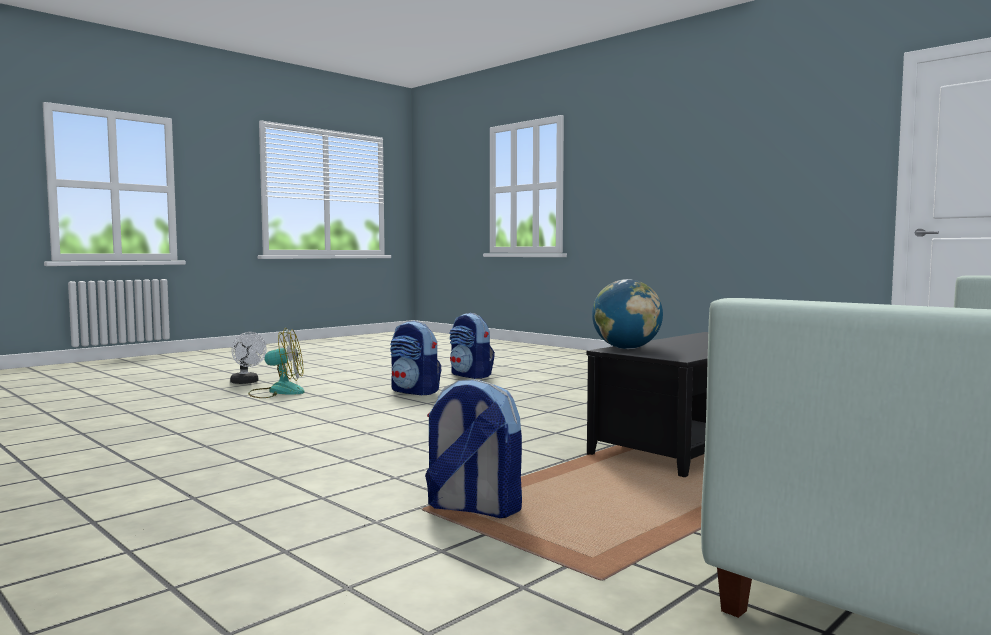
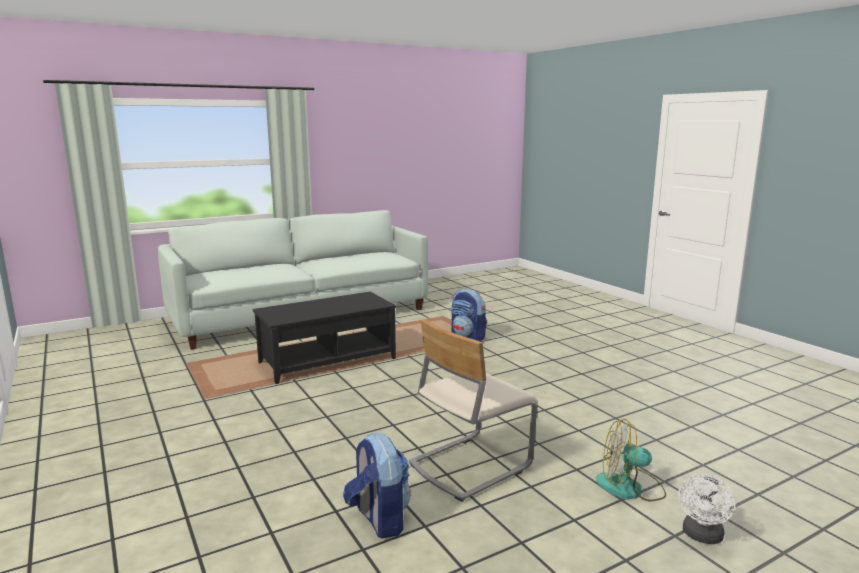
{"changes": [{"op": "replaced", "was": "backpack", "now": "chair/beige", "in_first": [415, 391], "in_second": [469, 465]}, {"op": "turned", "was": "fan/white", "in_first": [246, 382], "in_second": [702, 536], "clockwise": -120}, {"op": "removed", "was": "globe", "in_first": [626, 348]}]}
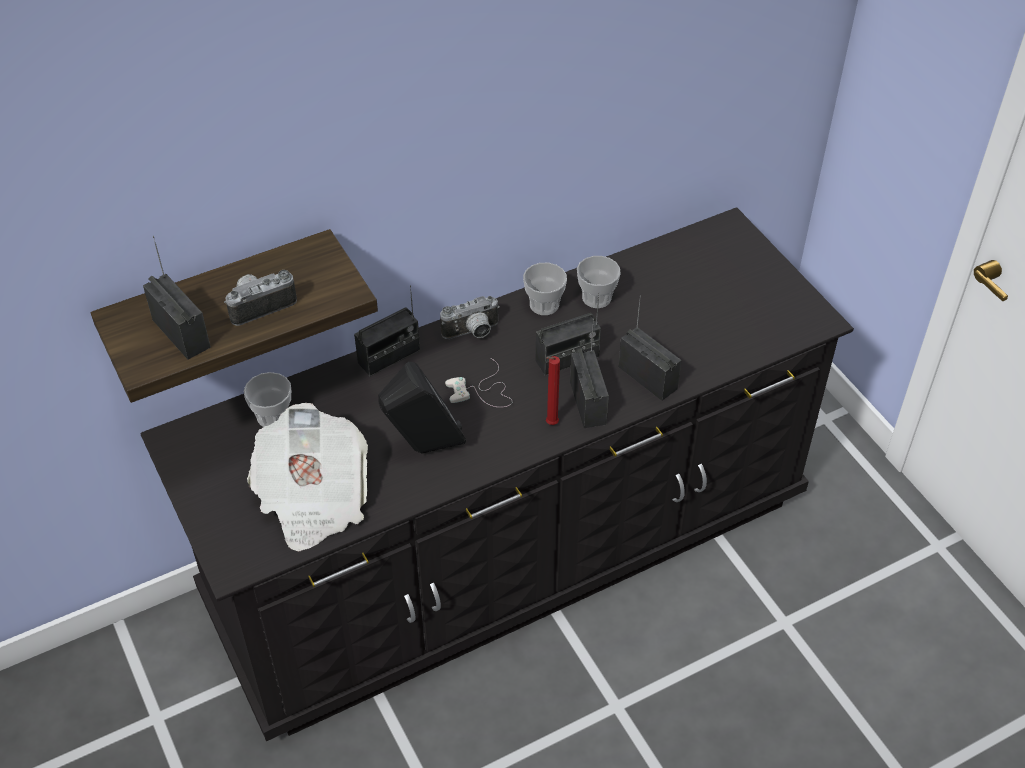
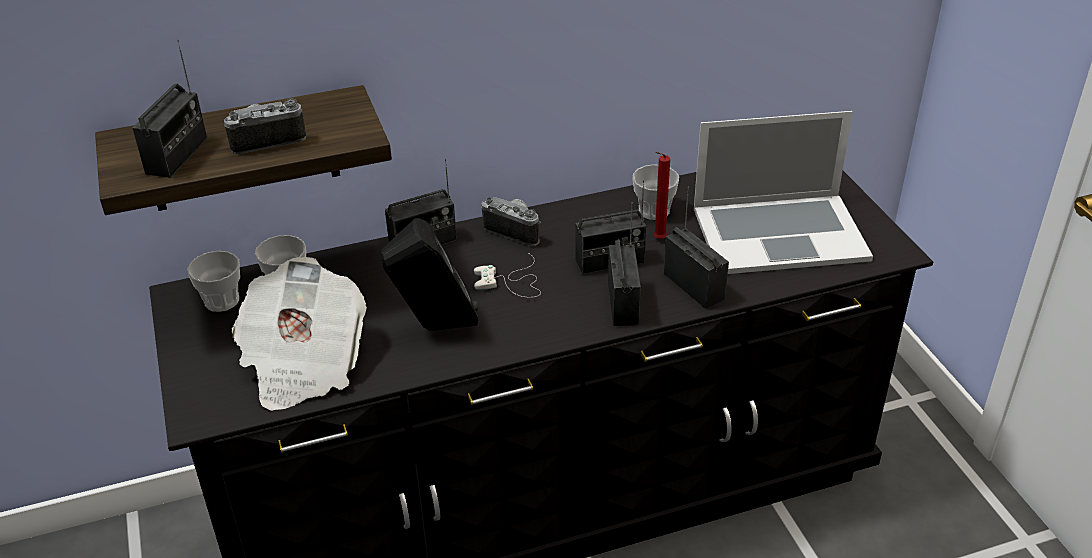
{"changes": [{"op": "turned", "was": "radio", "in_first": [181, 333], "in_second": [177, 156], "clockwise": 45}, {"op": "moved", "was": "cup", "in_first": [544, 305], "in_second": [222, 301]}, {"op": "turned", "was": "photo camera", "in_first": [472, 333], "in_second": [515, 230], "clockwise": -135}, {"op": "moved", "was": "candle/red", "in_first": [550, 424], "in_second": [657, 239]}, {"op": "added", "now": "laptop", "in_second": [779, 233]}]}
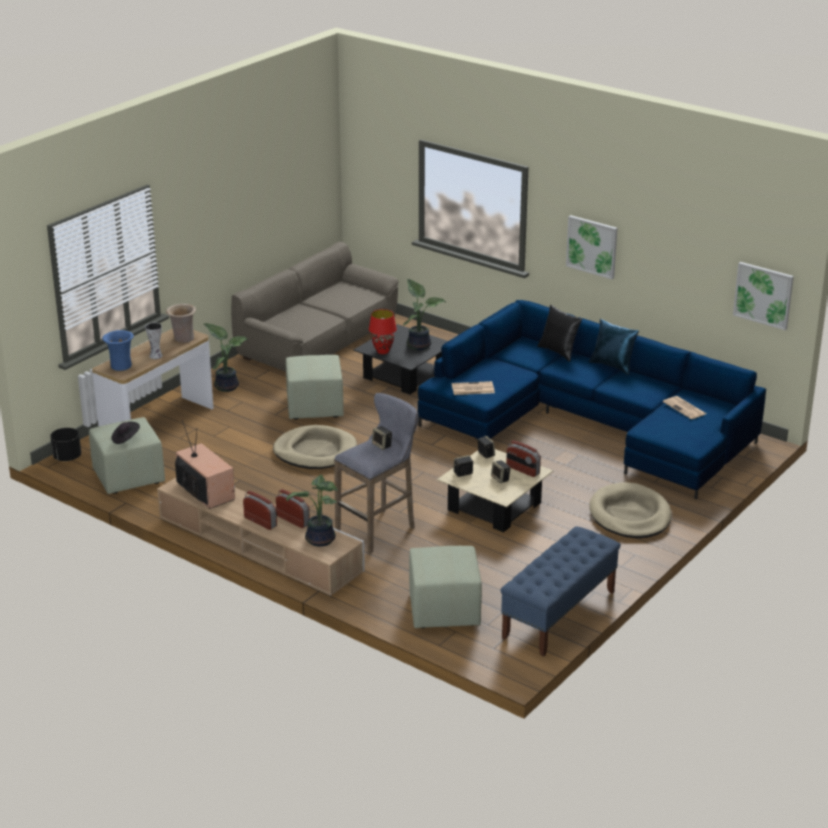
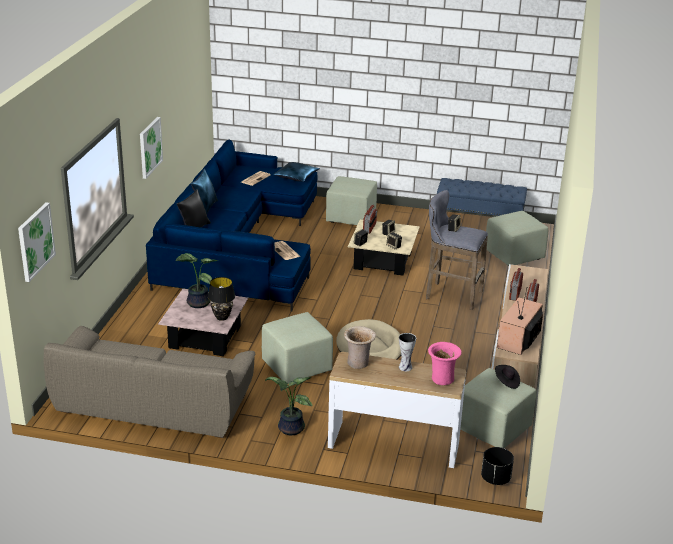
{"changes": [{"op": "moved", "was": "picture", "in_first": [763, 295], "in_second": [35, 241]}, {"op": "recoloured", "was": "coffee table/black", "now": "coffee table/pink", "in_first": [404, 375], "in_second": [205, 337]}, {"op": "recoloured", "was": "table lamp/red", "now": "table lamp/black", "in_first": [383, 351], "in_second": [222, 317]}, {"op": "added", "now": "pillow/blue", "in_second": [296, 176]}, {"op": "replaced", "was": "dog bed/beige", "now": "ottoman/green", "in_first": [630, 515], "in_second": [351, 217]}, {"op": "recoloured", "was": "vase/blue", "now": "vase/pink", "in_first": [120, 366], "in_second": [442, 380]}, {"op": "removed", "was": "potted plant", "in_first": [319, 540]}]}
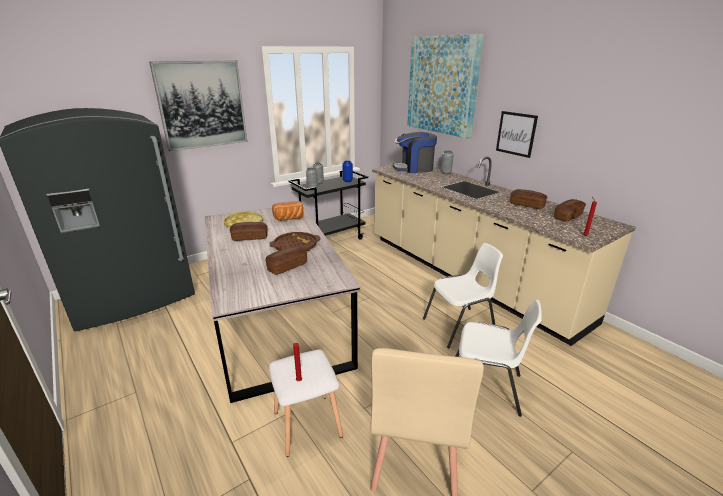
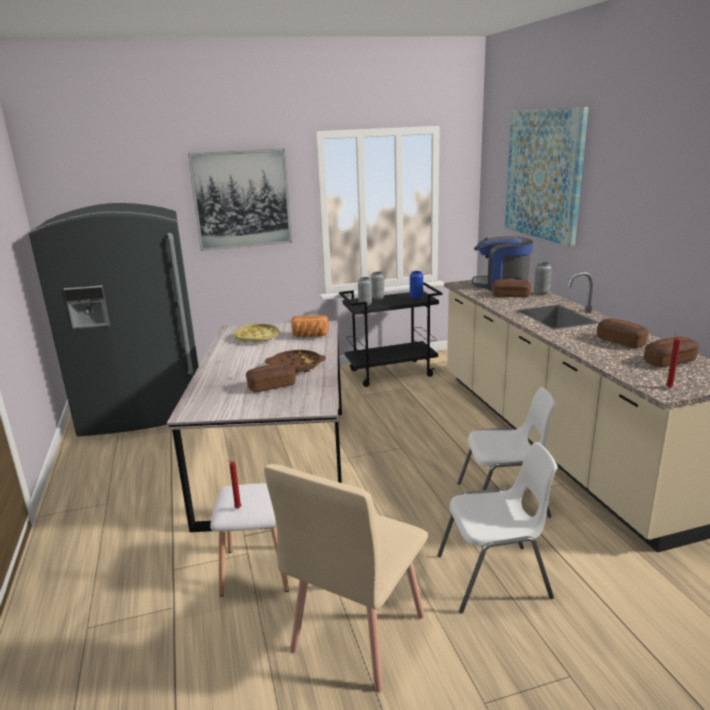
{"changes": [{"op": "turned", "was": "chair/white", "in_first": [485, 387], "in_second": [495, 577], "clockwise": -45}, {"op": "moved", "was": "bread", "in_first": [250, 237], "in_second": [510, 295]}, {"op": "removed", "was": "picture", "in_first": [516, 134]}]}
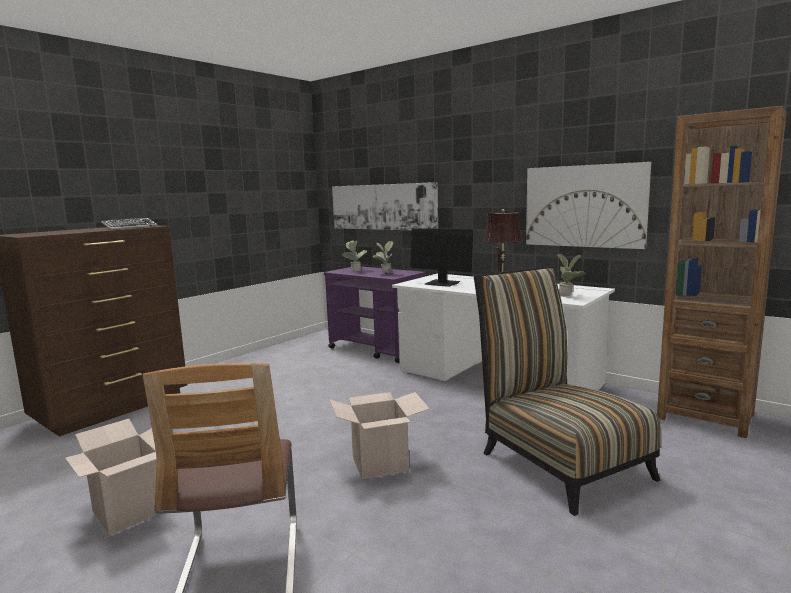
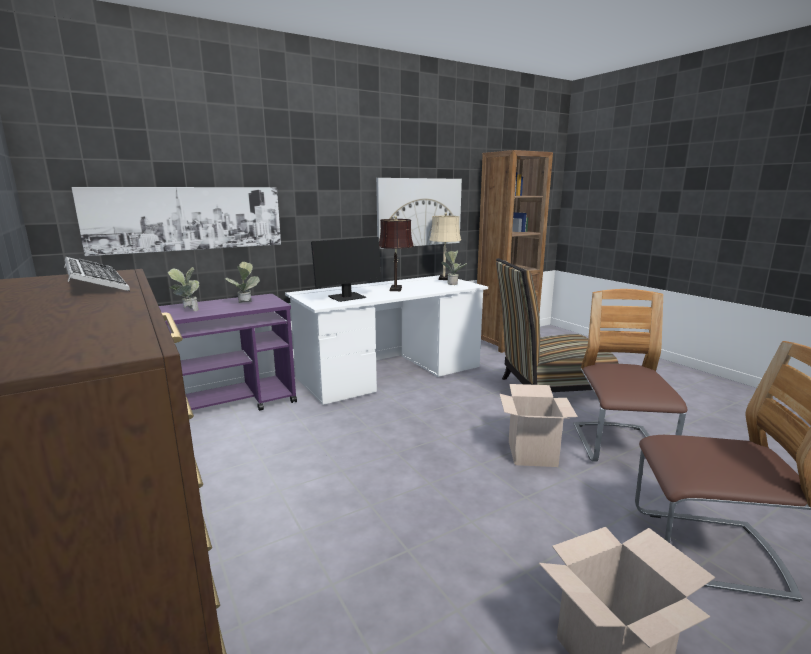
{"changes": [{"op": "added", "now": "table lamp/beige", "in_second": [444, 278]}, {"op": "added", "now": "chair", "in_second": [619, 446]}]}
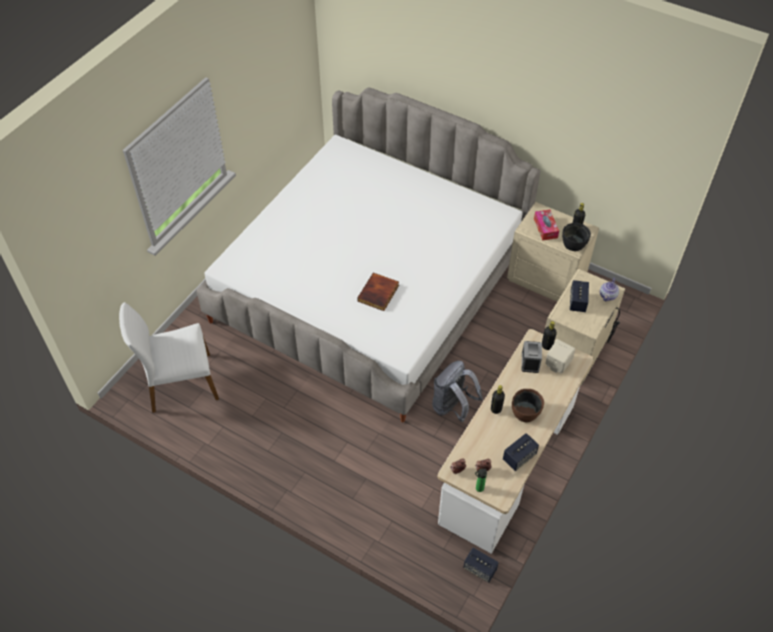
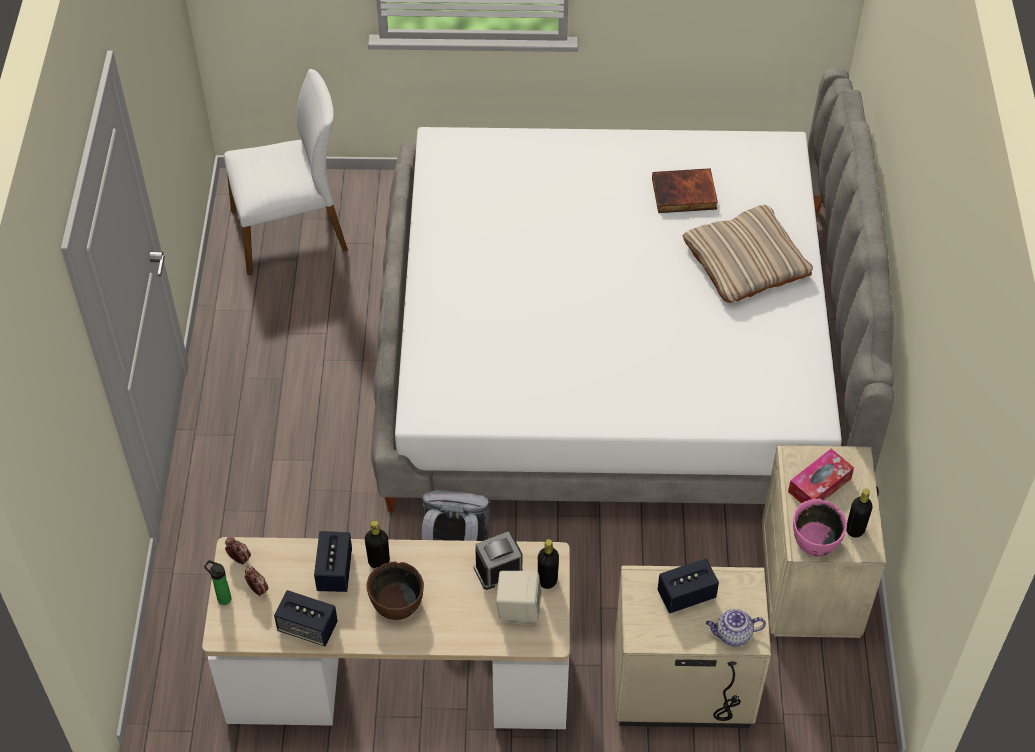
{"changes": [{"op": "turned", "was": "chair/white", "in_first": [180, 383], "in_second": [291, 231], "clockwise": 120}, {"op": "moved", "was": "speaker", "in_first": [480, 569], "in_second": [334, 571]}, {"op": "moved", "was": "book", "in_first": [379, 294], "in_second": [683, 195]}, {"op": "added", "now": "pillow/beige", "in_second": [746, 260]}, {"op": "recoloured", "was": "bowl/black", "now": "bowl/pink", "in_first": [574, 244], "in_second": [815, 540]}]}
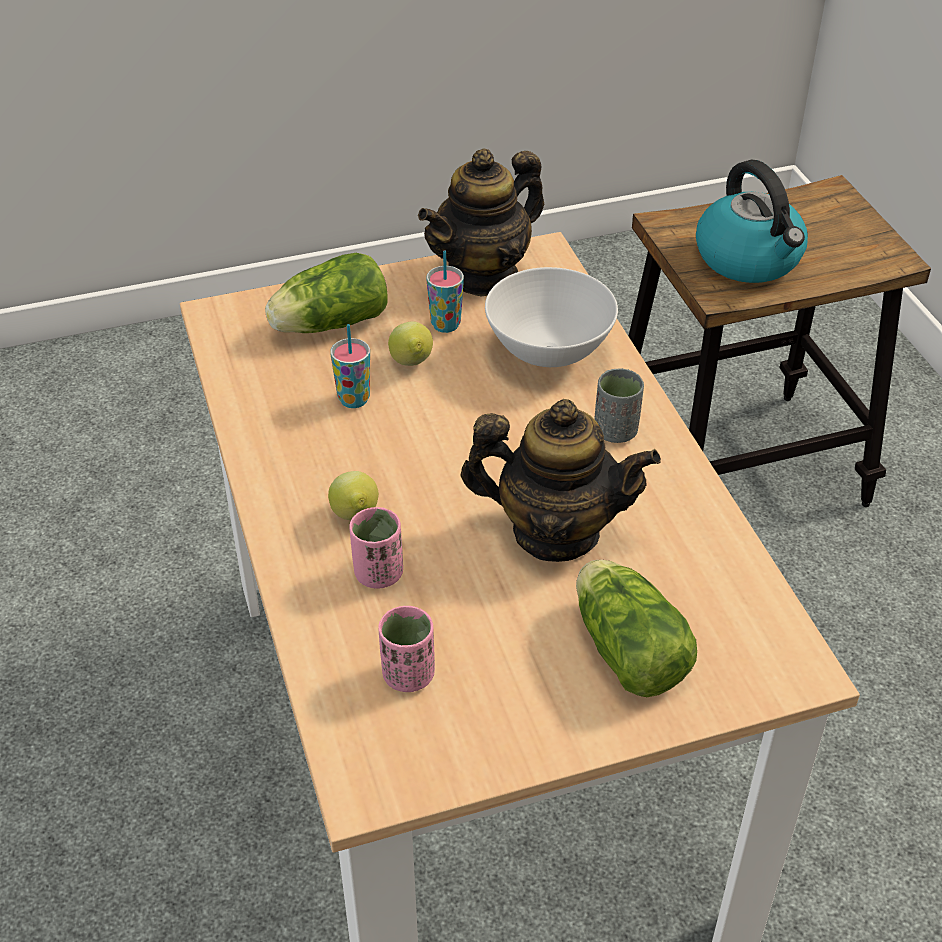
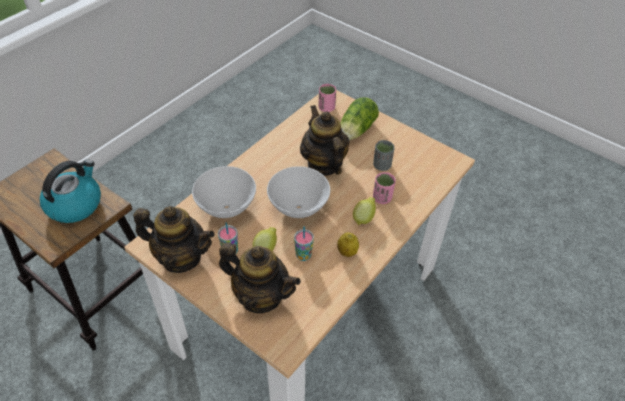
{"changes": [{"op": "replaced", "was": "lettuce", "now": "teapot", "in_first": [327, 324], "in_second": [261, 296]}, {"op": "added", "now": "bowl/white", "in_second": [298, 208]}, {"op": "moved", "was": "cup/pink", "in_first": [408, 674], "in_second": [326, 108]}, {"op": "added", "now": "lemon", "in_second": [347, 252]}, {"op": "moved", "was": "cup/grey", "in_first": [615, 431], "in_second": [382, 165]}]}
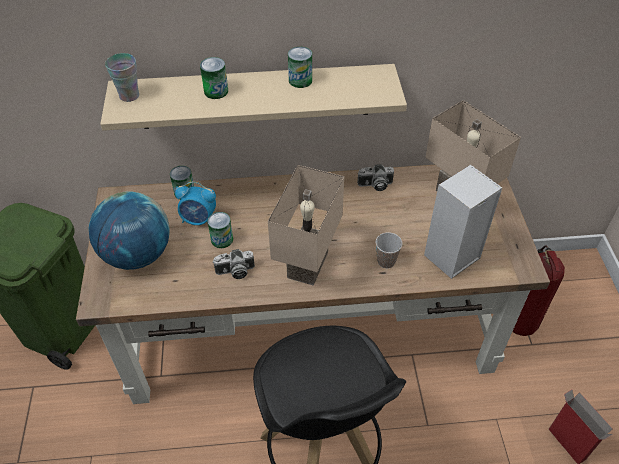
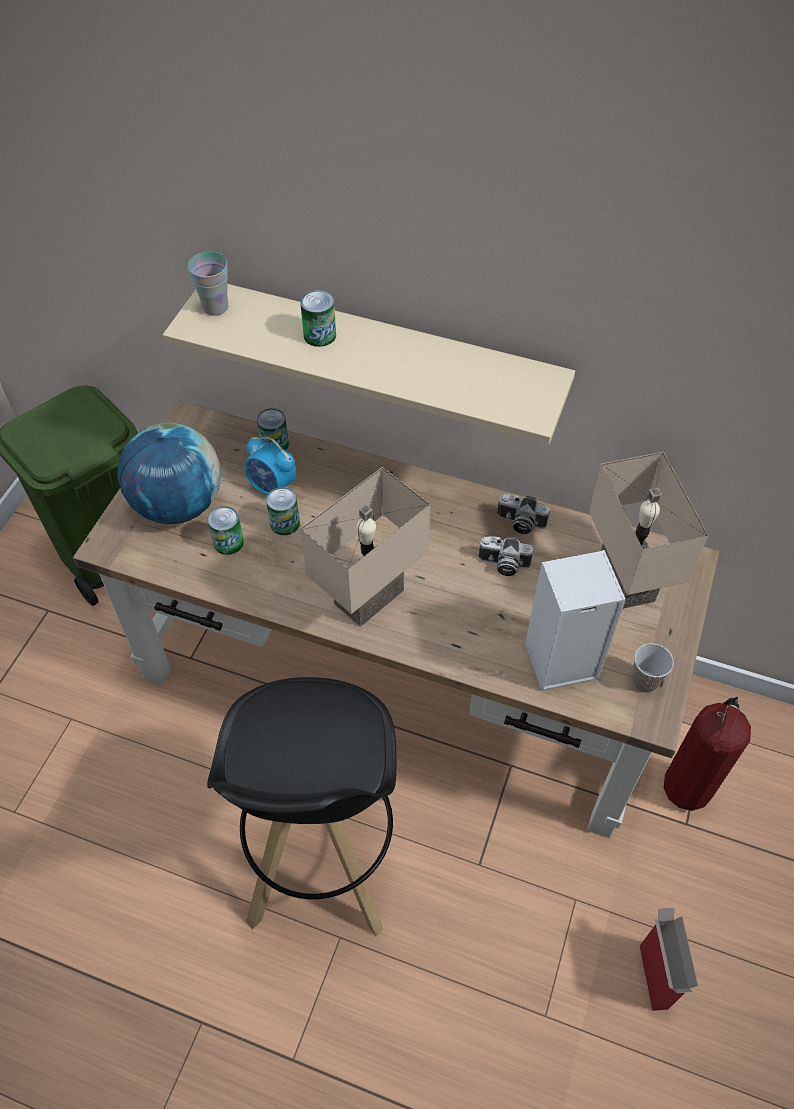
{"changes": [{"op": "moved", "was": "can", "in_first": [300, 80], "in_second": [228, 542]}, {"op": "moved", "was": "photo camera", "in_first": [235, 272], "in_second": [503, 564]}, {"op": "moved", "was": "cup", "in_first": [386, 261], "in_second": [644, 681]}]}
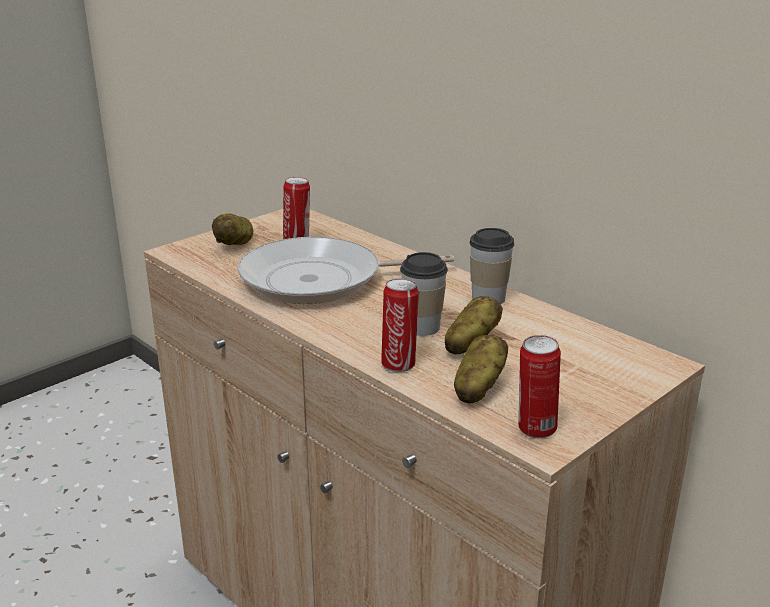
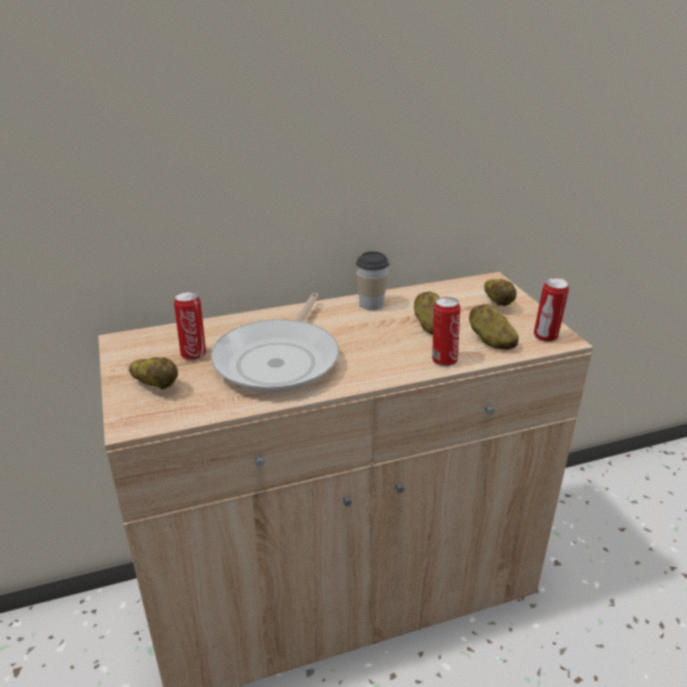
{"changes": [{"op": "added", "now": "potato", "in_second": [498, 303]}, {"op": "removed", "was": "cup", "in_first": [422, 327]}]}
